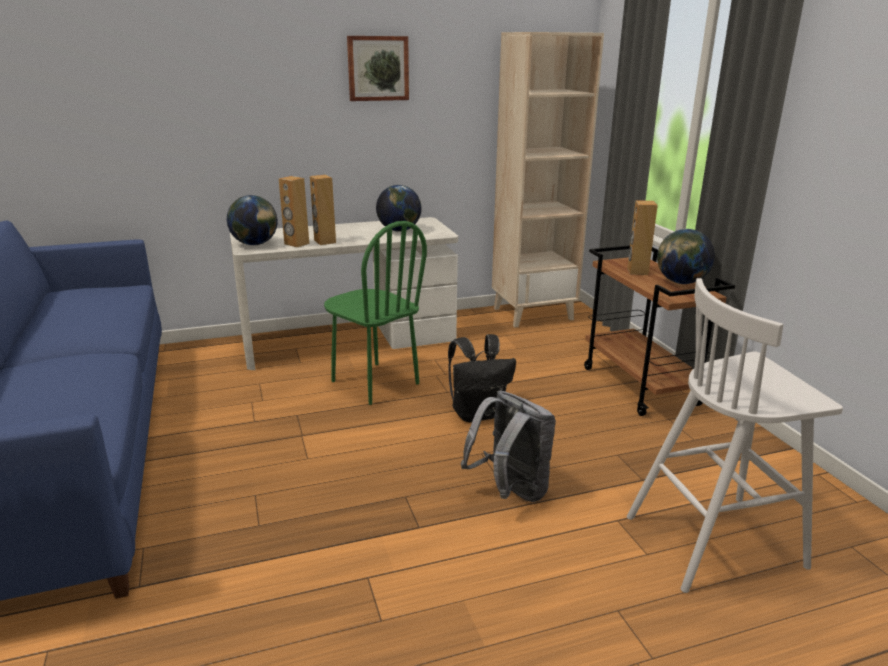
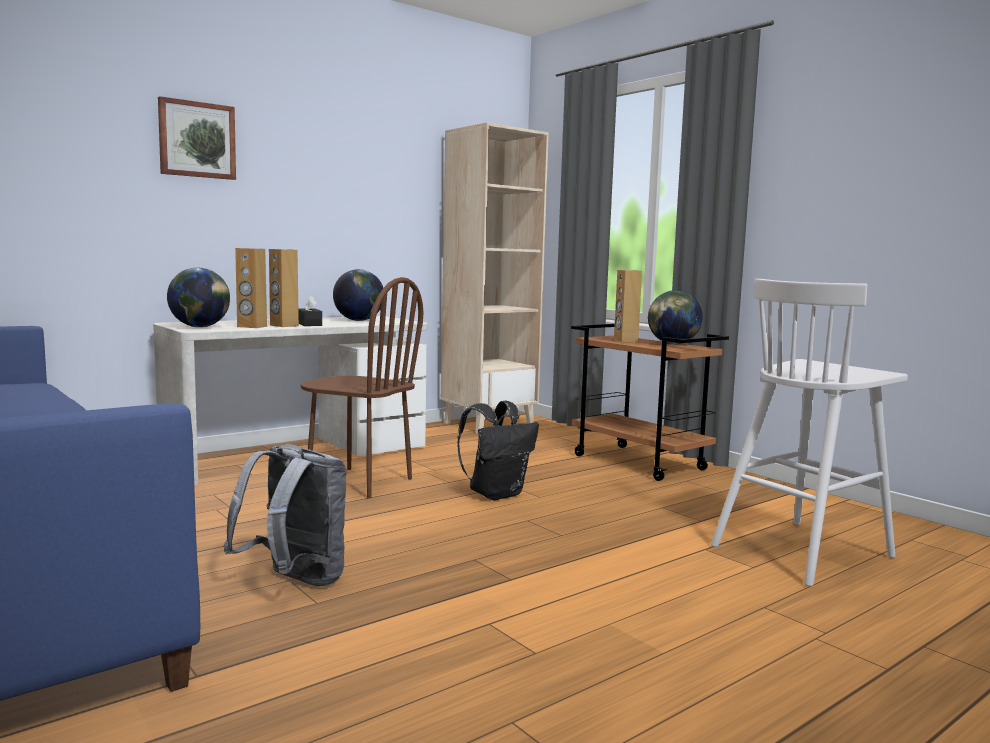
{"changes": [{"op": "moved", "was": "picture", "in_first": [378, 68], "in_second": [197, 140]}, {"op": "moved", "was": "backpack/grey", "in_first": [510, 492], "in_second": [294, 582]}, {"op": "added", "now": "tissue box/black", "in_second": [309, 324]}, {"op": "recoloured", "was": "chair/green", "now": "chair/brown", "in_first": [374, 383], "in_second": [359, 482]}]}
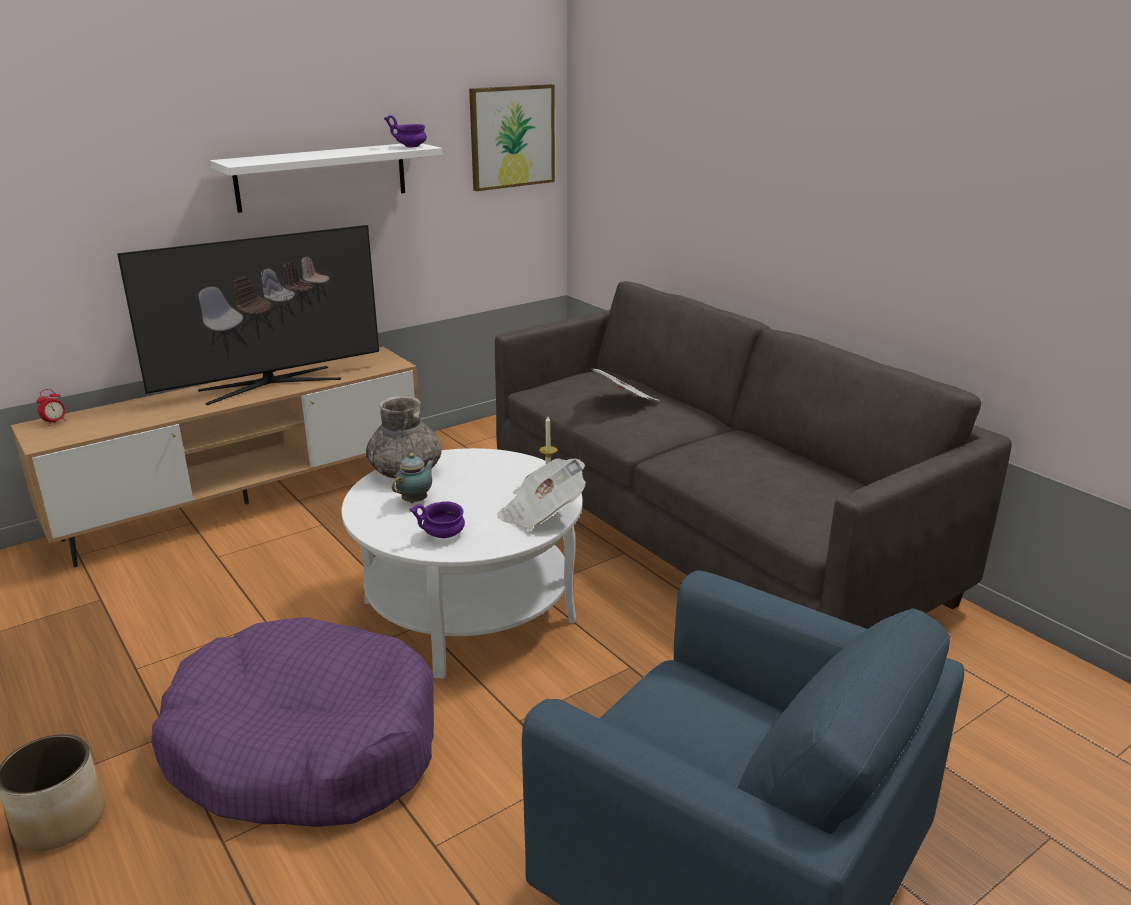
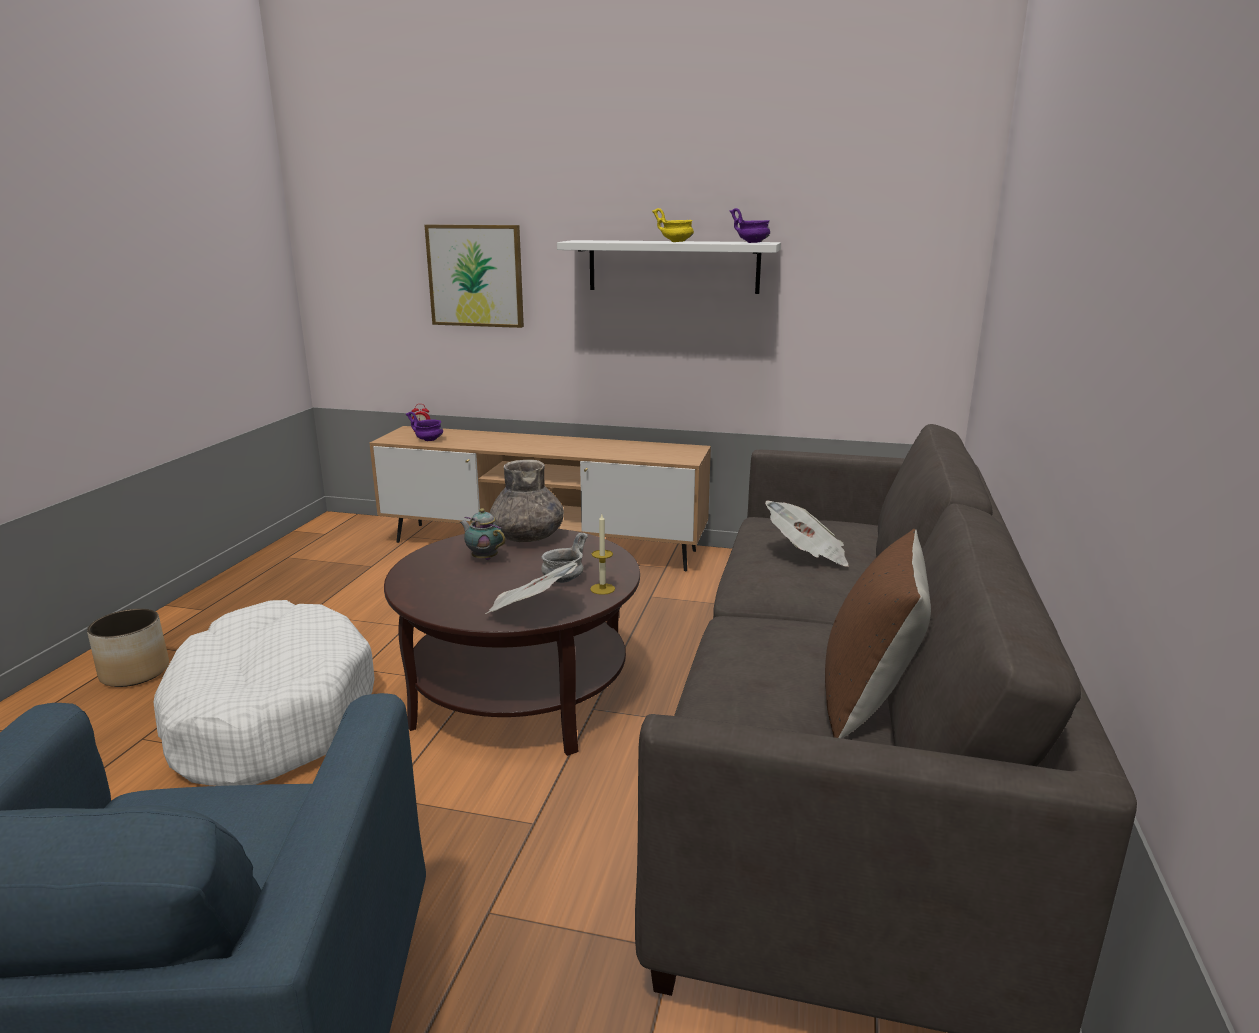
{"changes": [{"op": "recoloured", "was": "dog bed/purple", "now": "dog bed/white", "in_first": [304, 747], "in_second": [269, 715]}, {"op": "recoloured", "was": "coffee table/white", "now": "coffee table/brown", "in_first": [469, 610], "in_second": [520, 694]}, {"op": "moved", "was": "bowl/purple", "in_first": [443, 535], "in_second": [428, 440]}, {"op": "moved", "was": "picture", "in_first": [512, 137], "in_second": [475, 276]}, {"op": "turned", "was": "teapot", "in_first": [416, 500], "in_second": [484, 558], "clockwise": -135}, {"op": "added", "now": "bowl/grey", "in_second": [563, 579]}, {"op": "added", "now": "bowl/yellow", "in_second": [676, 242]}, {"op": "added", "now": "pillow/brown", "in_second": [868, 701]}, {"op": "removed", "was": "television", "in_first": [269, 385]}]}
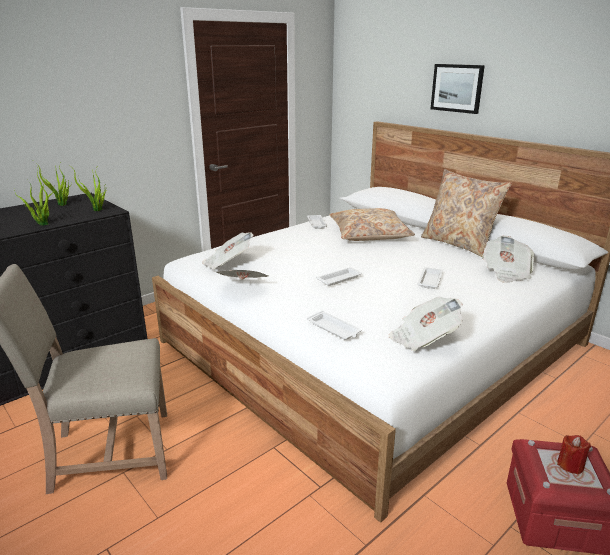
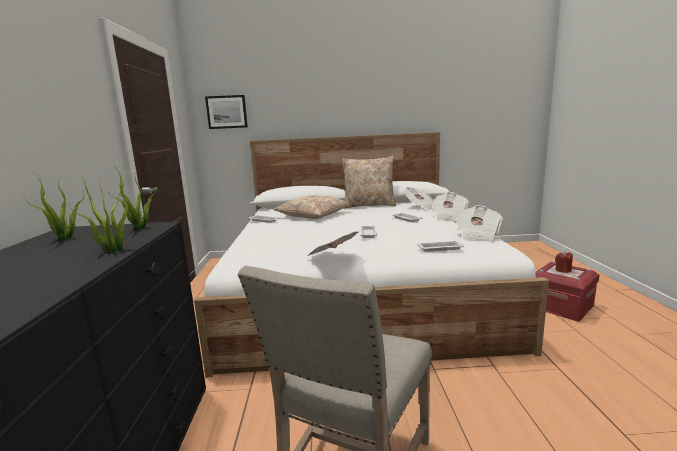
{"changes": [{"op": "moved", "was": "picture", "in_first": [457, 88], "in_second": [226, 112]}, {"op": "moved", "was": "newspaper", "in_first": [228, 263], "in_second": [448, 216]}]}
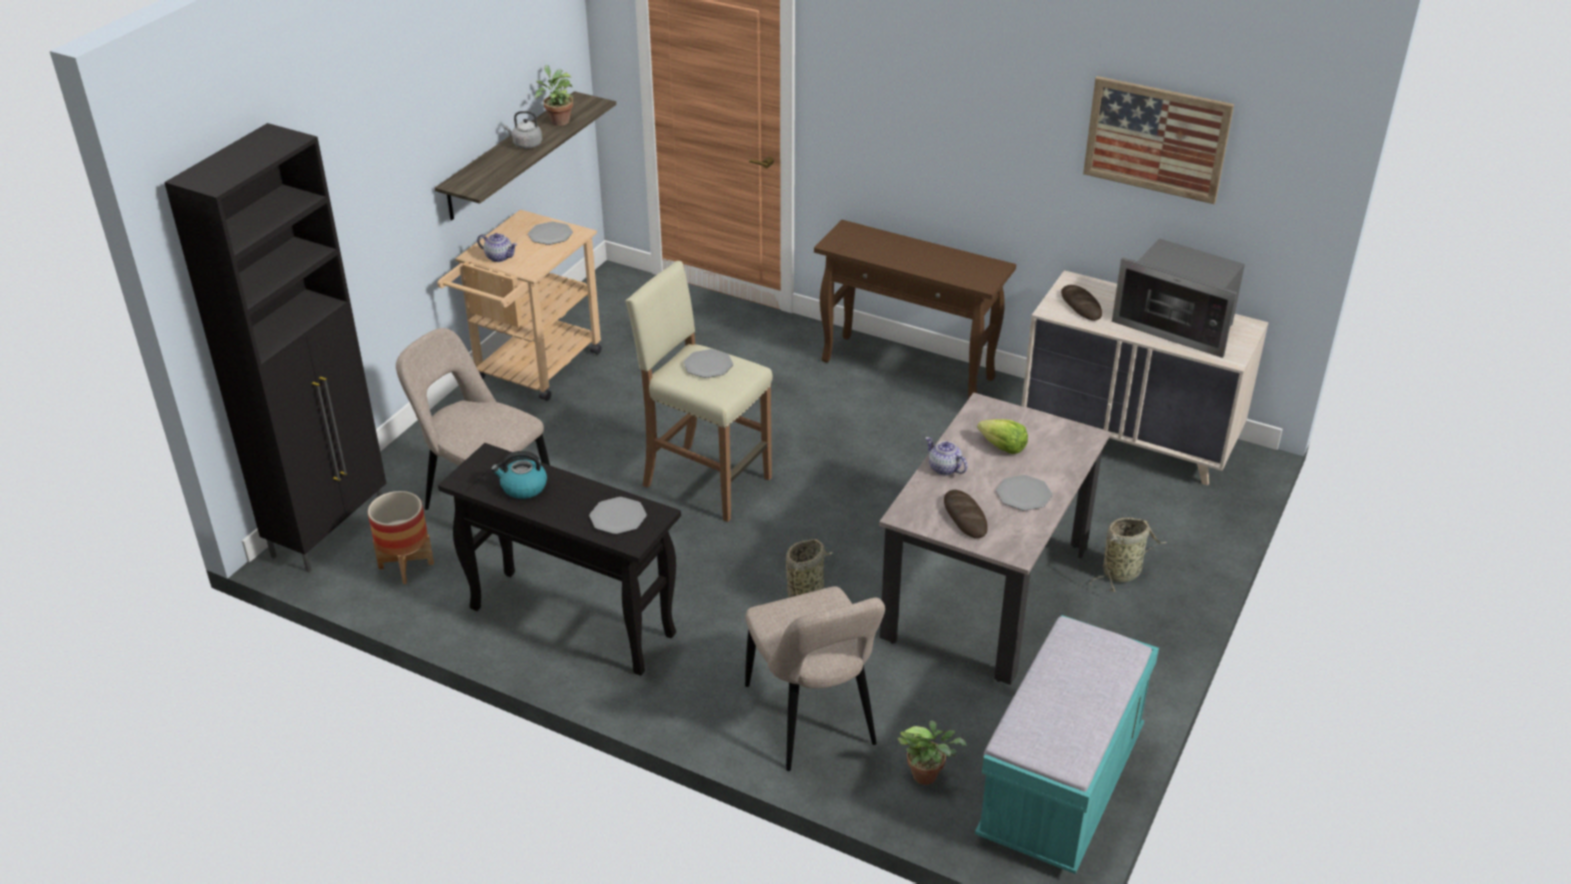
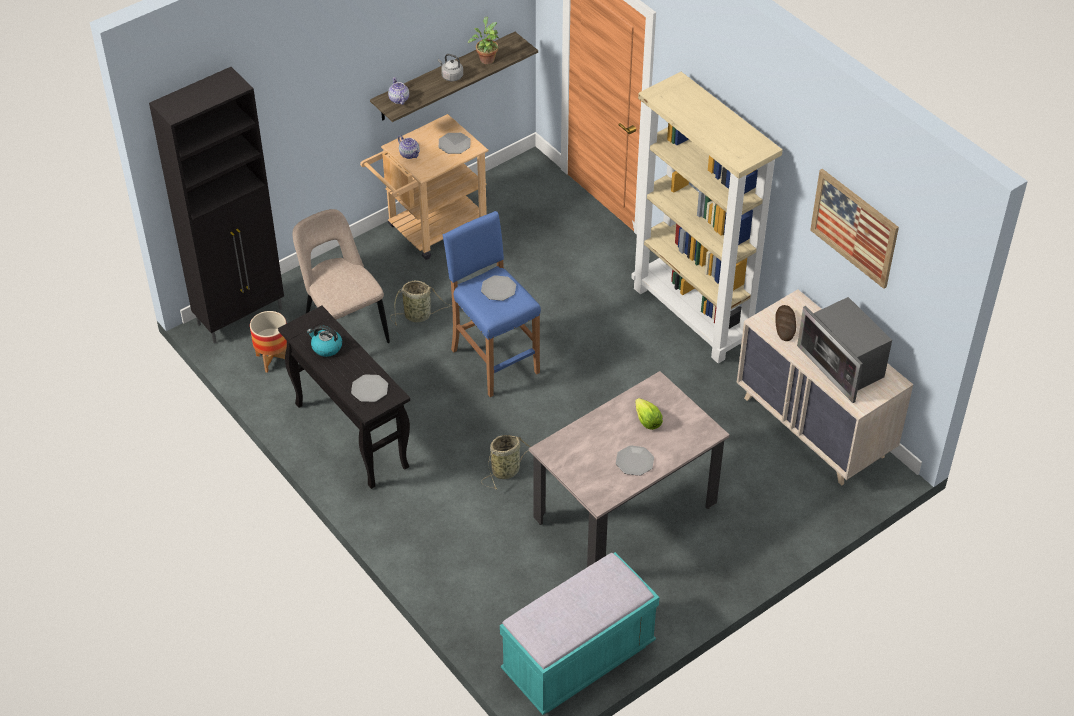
{"changes": [{"op": "moved", "was": "teapot", "in_first": [944, 468], "in_second": [398, 99]}, {"op": "moved", "was": "basket", "in_first": [1123, 572], "in_second": [419, 316]}, {"op": "recoloured", "was": "stool/beige", "now": "stool/blue", "in_first": [705, 481], "in_second": [494, 360]}, {"op": "replaced", "was": "console table/brown", "now": "bookcase/beige", "in_first": [909, 370], "in_second": [693, 316]}, {"op": "removed", "was": "chair/beige", "in_first": [812, 720]}, {"op": "removed", "was": "potted plant", "in_first": [928, 775]}, {"op": "removed", "was": "bread", "in_first": [965, 517]}]}
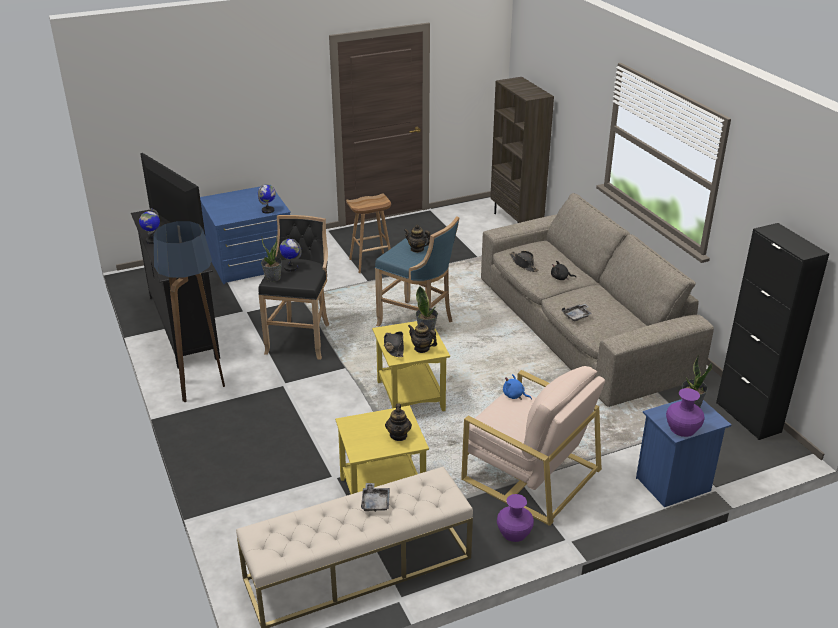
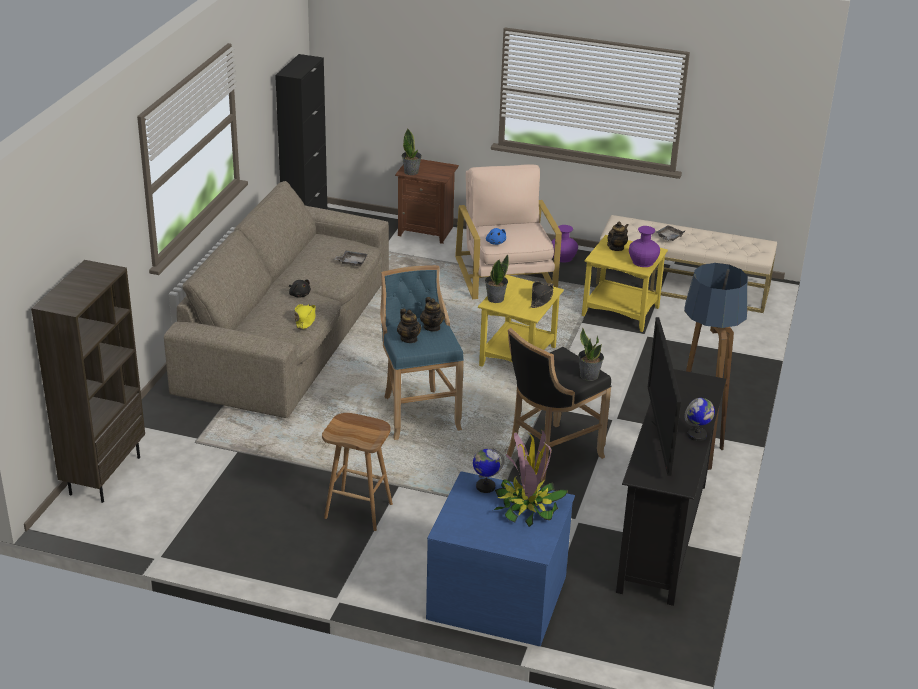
{"changes": [{"op": "recoloured", "was": "hat/black", "now": "hat/yellow", "in_first": [523, 264], "in_second": [305, 320]}, {"op": "recoloured", "was": "nightstand/blue", "now": "nightstand/brown", "in_first": [674, 485], "in_second": [426, 231]}, {"op": "moved", "was": "teapot", "in_first": [422, 348], "in_second": [432, 327]}, {"op": "added", "now": "potted plant", "in_second": [526, 507]}, {"op": "moved", "was": "vase/purple", "in_first": [682, 428], "in_second": [643, 262]}, {"op": "removed", "was": "globe", "in_first": [291, 267]}]}
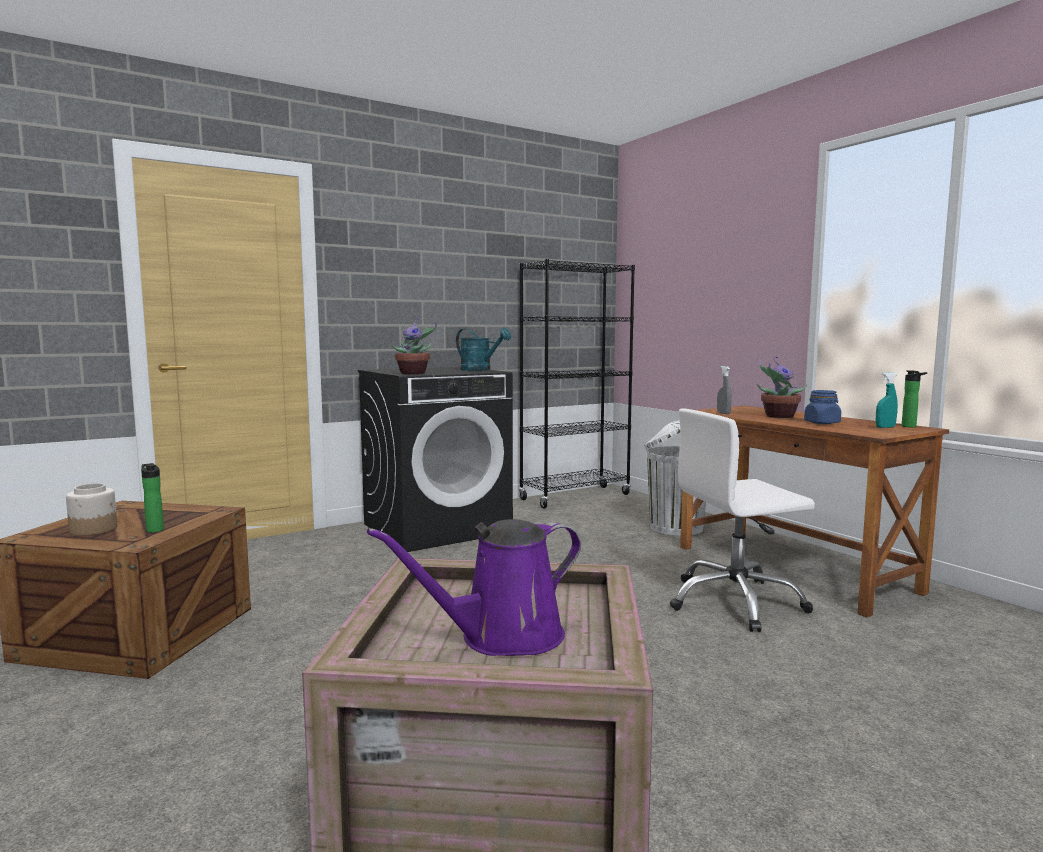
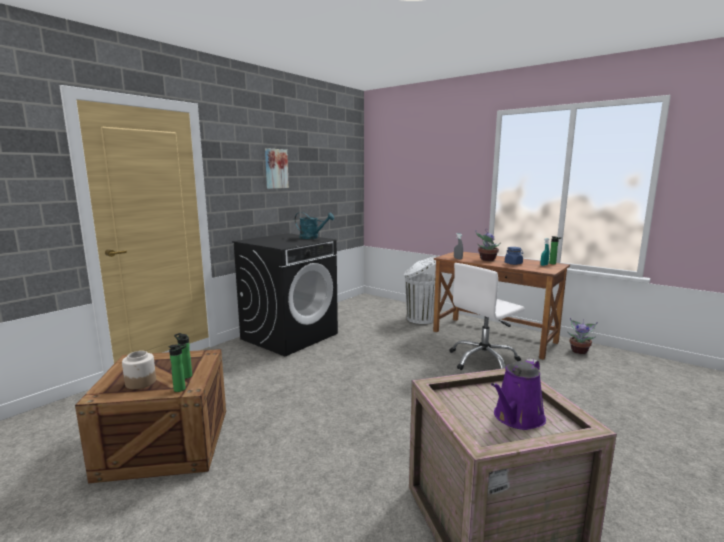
{"changes": [{"op": "added", "now": "bottle", "in_second": [181, 389]}, {"op": "added", "now": "picture", "in_second": [275, 168]}, {"op": "moved", "was": "potted plant", "in_first": [414, 373], "in_second": [579, 351]}, {"op": "removed", "was": "bookcase/black", "in_first": [575, 497]}]}
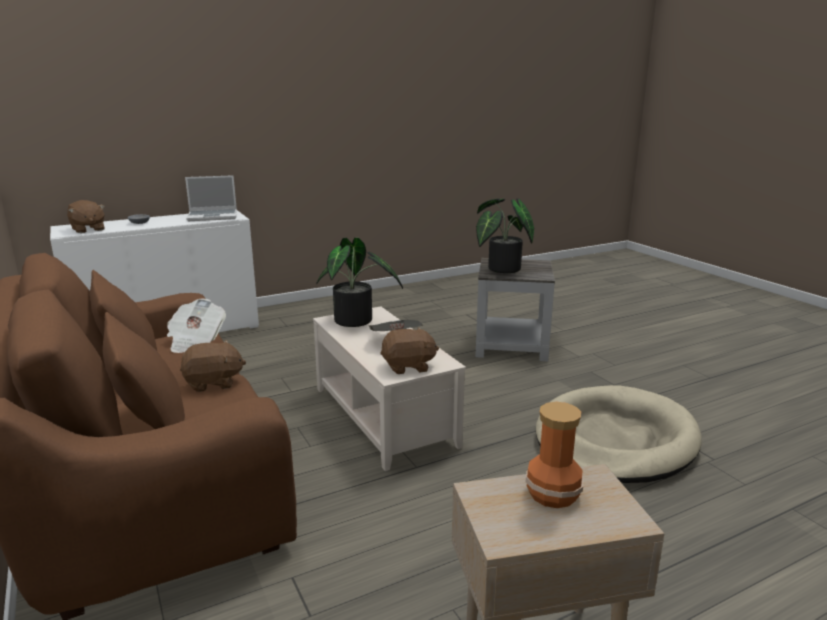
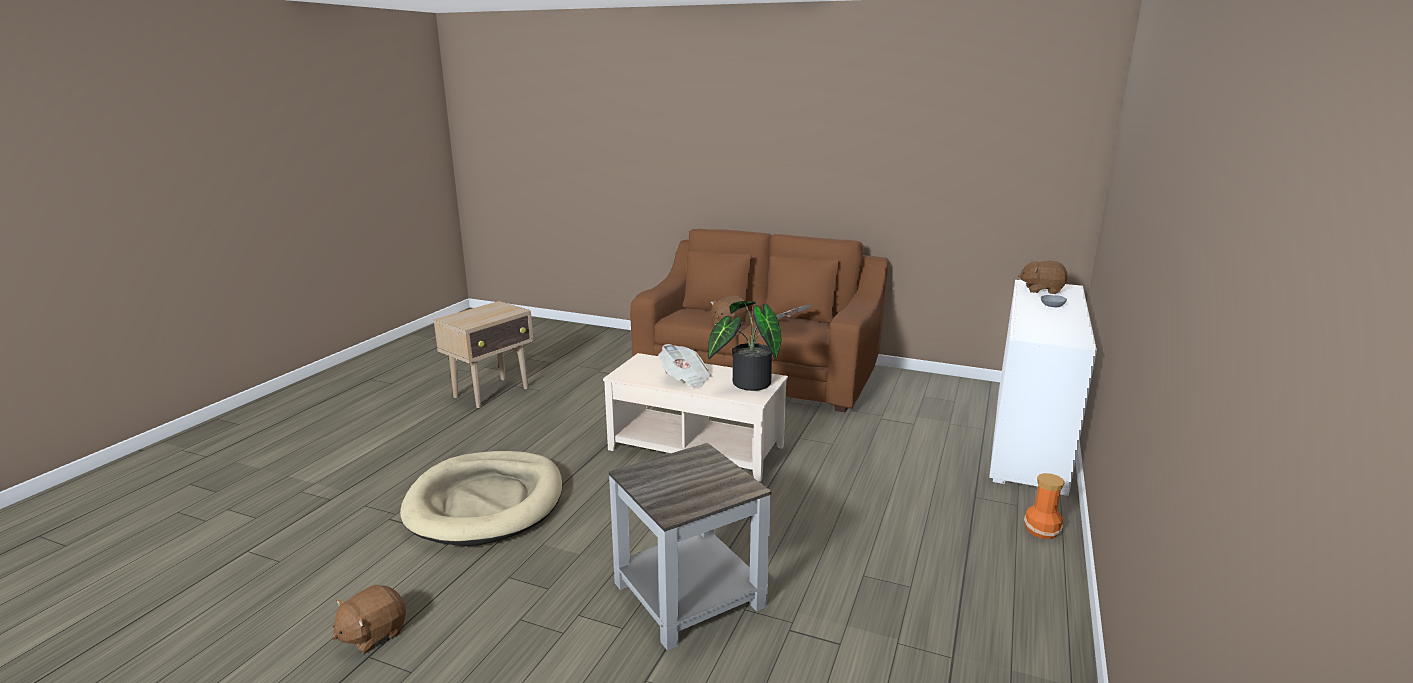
{"changes": [{"op": "moved", "was": "plush toy/brown", "in_first": [408, 366], "in_second": [373, 634]}, {"op": "moved", "was": "vase", "in_first": [552, 494], "in_second": [1041, 530]}, {"op": "removed", "was": "laptop", "in_first": [213, 216]}, {"op": "removed", "was": "potted plant", "in_first": [500, 269]}]}
